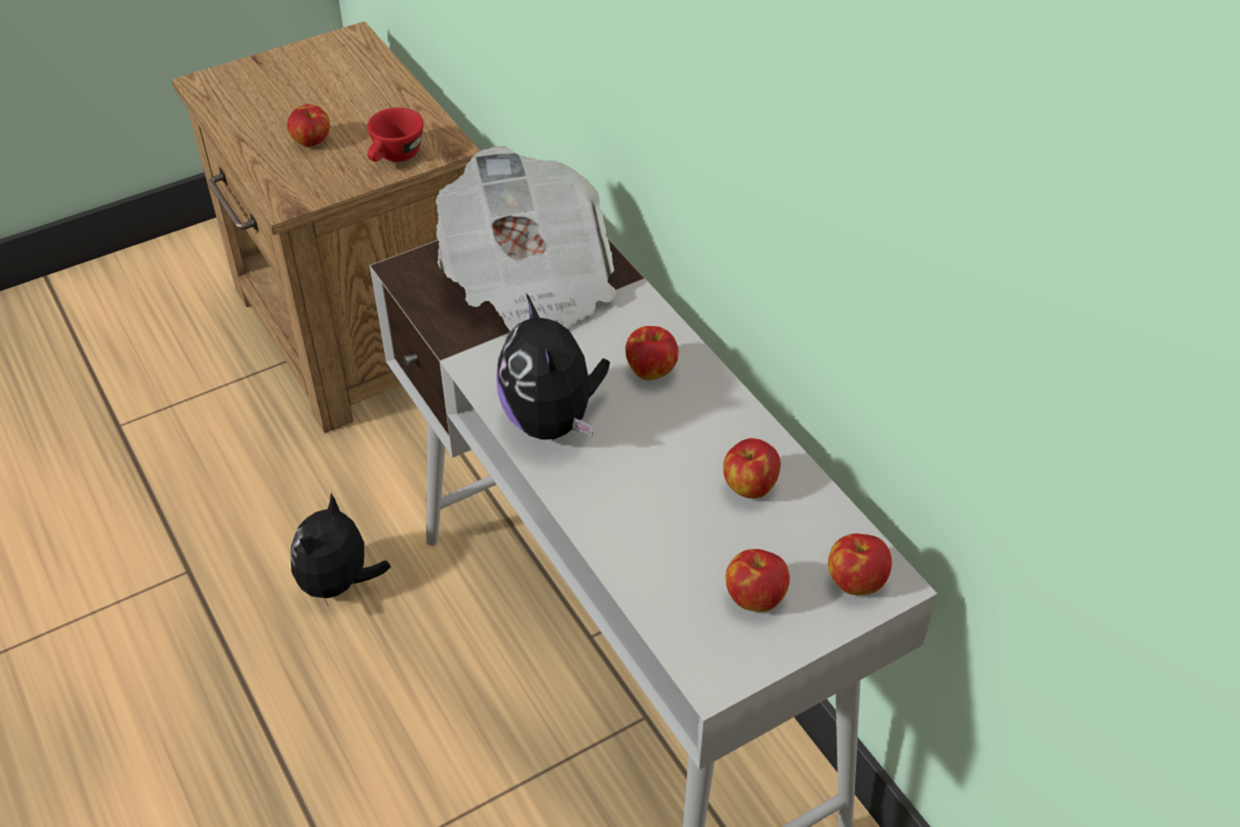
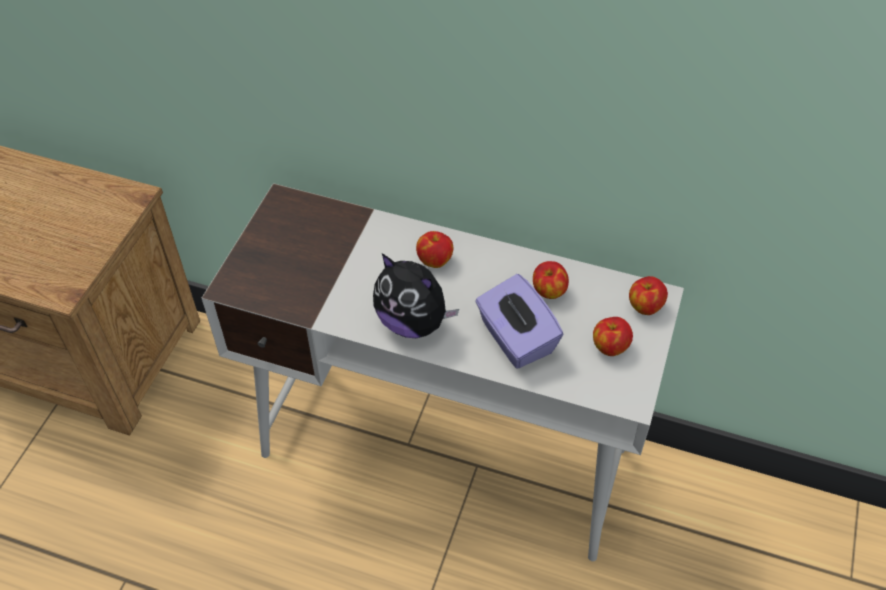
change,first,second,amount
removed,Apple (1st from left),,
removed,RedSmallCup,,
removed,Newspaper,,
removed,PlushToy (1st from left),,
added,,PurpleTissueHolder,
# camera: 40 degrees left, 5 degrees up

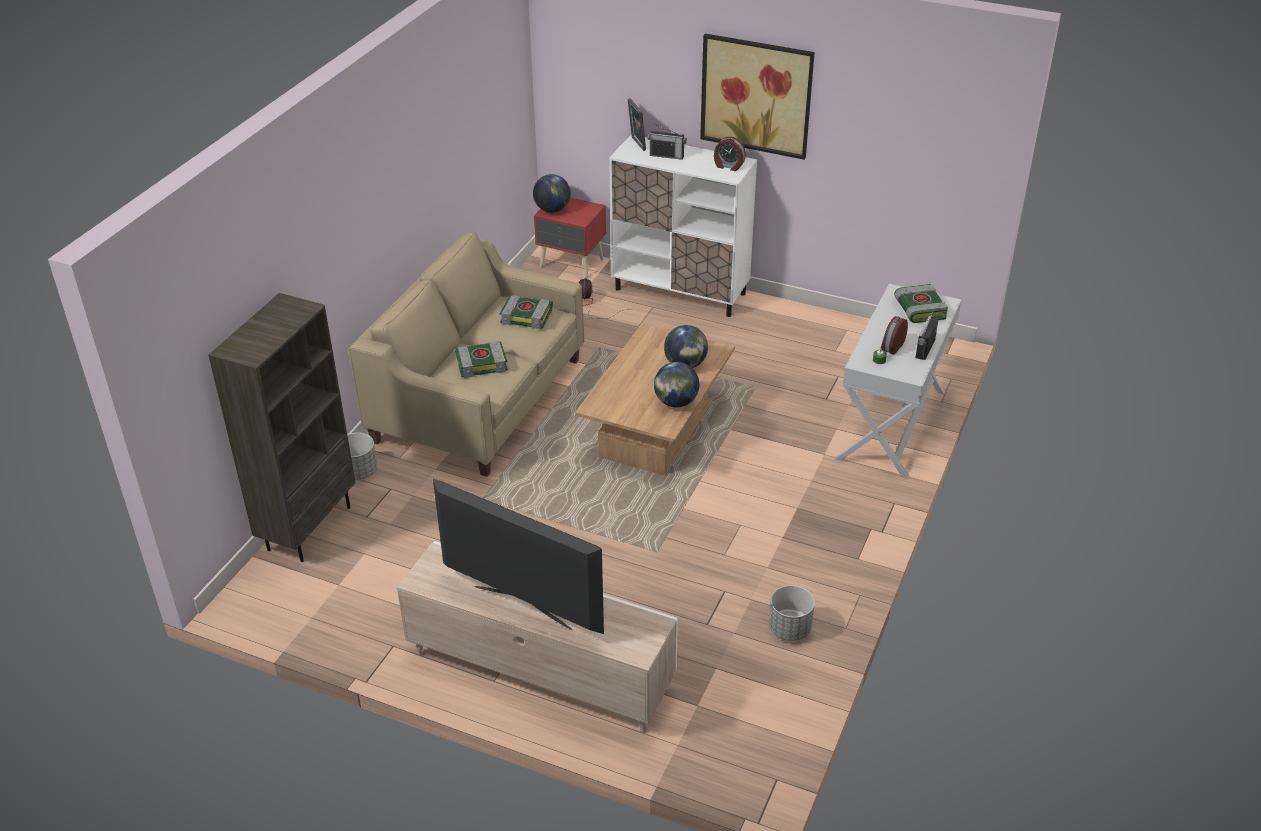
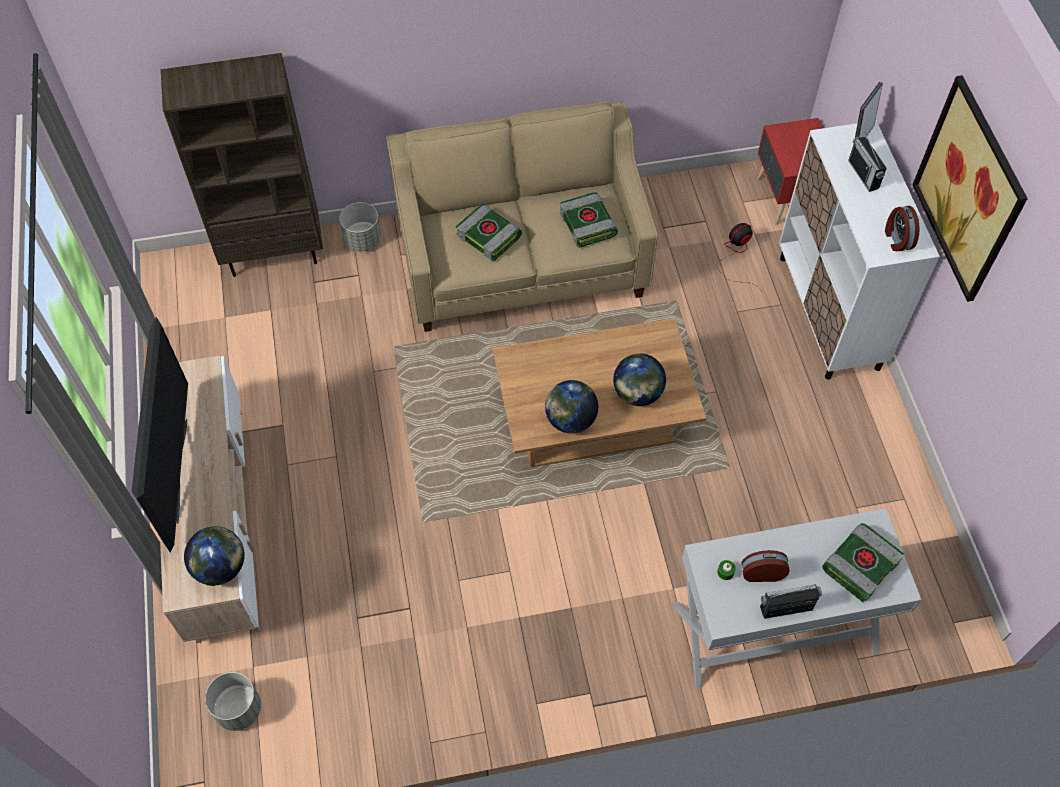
change,first,second,amount
moved,WorldGlobe (1st from left),,
moved,GrayPlantPot (2nd from left in the first image),GrayPlantPot (1st from left),
# camera: 55 degrees right, 20 degrees up

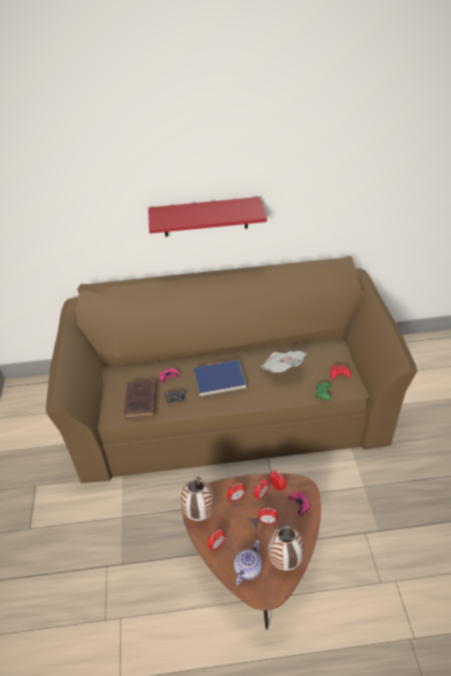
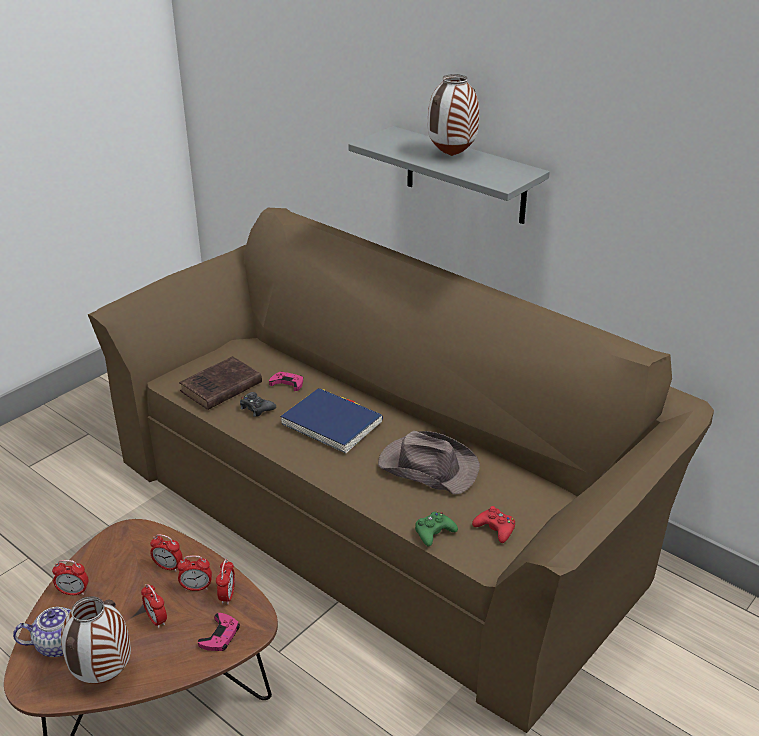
change,first,second,amount
recoloured,RedBracketShelf,GrayBracketShelf,
replaced,Newspaper,BrownColouredClothingHat,
moved,Vase (1st from left in the first image),Vase (2nd from left),
# camera: 45 degrees right, 10 degrees down

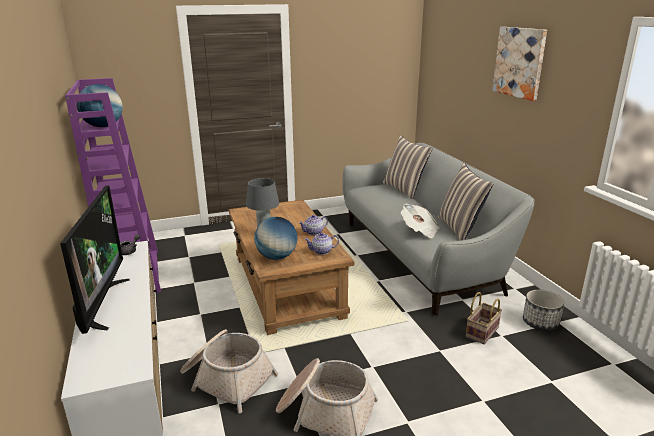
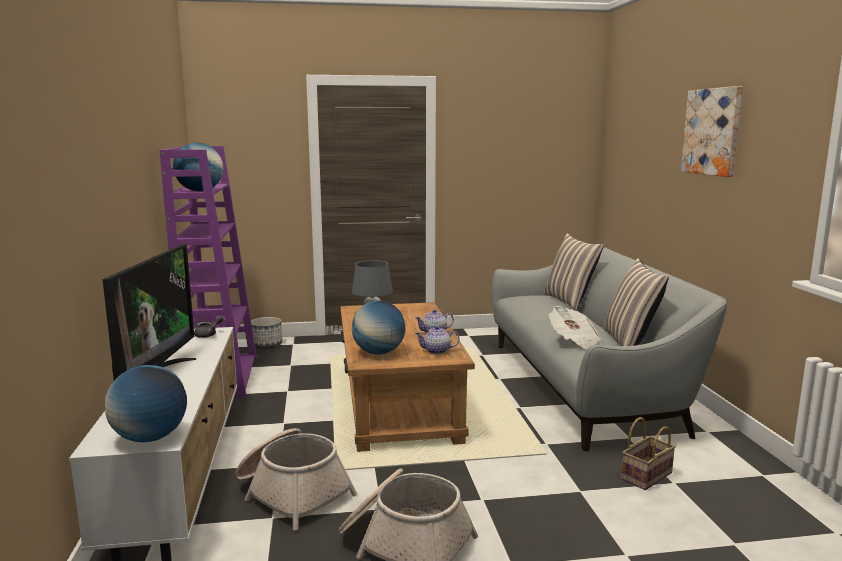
change,first,second,amount
moved,PlantPot,,
added,,WorldGlobe (1st from left),
# camera: 10 degrees right, 10 degrees down

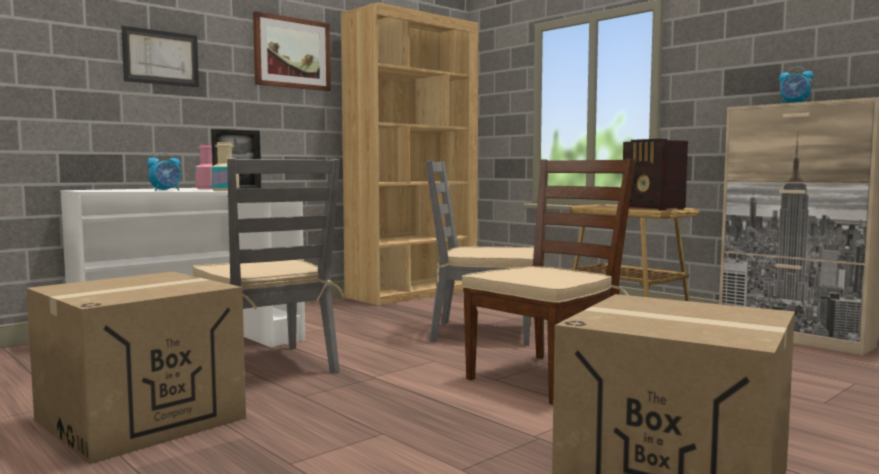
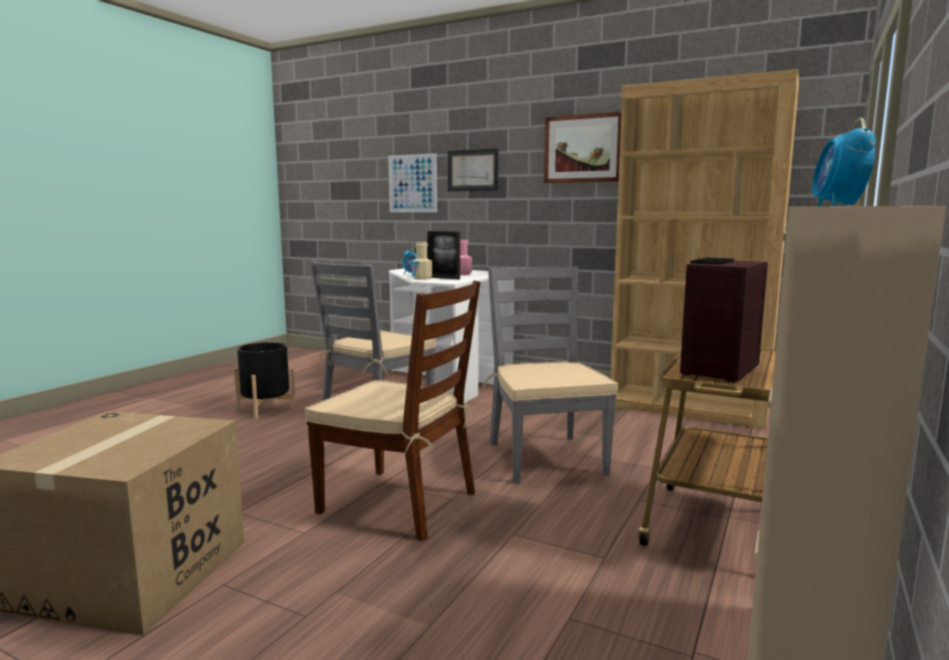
change,first,second,amount
replaced,CardboardBox (1st from left),BlackishPlantPot,
added,,WallArt (1st from left),
# camera: 70 degrees right, 5 degrees up

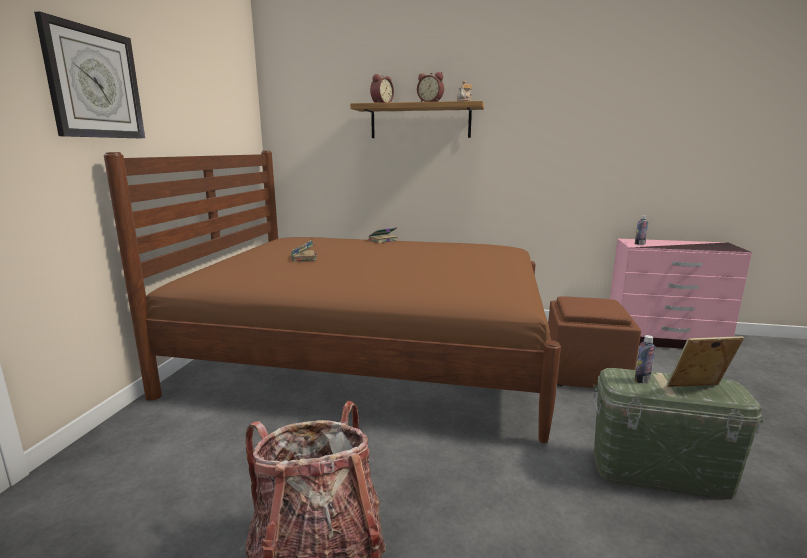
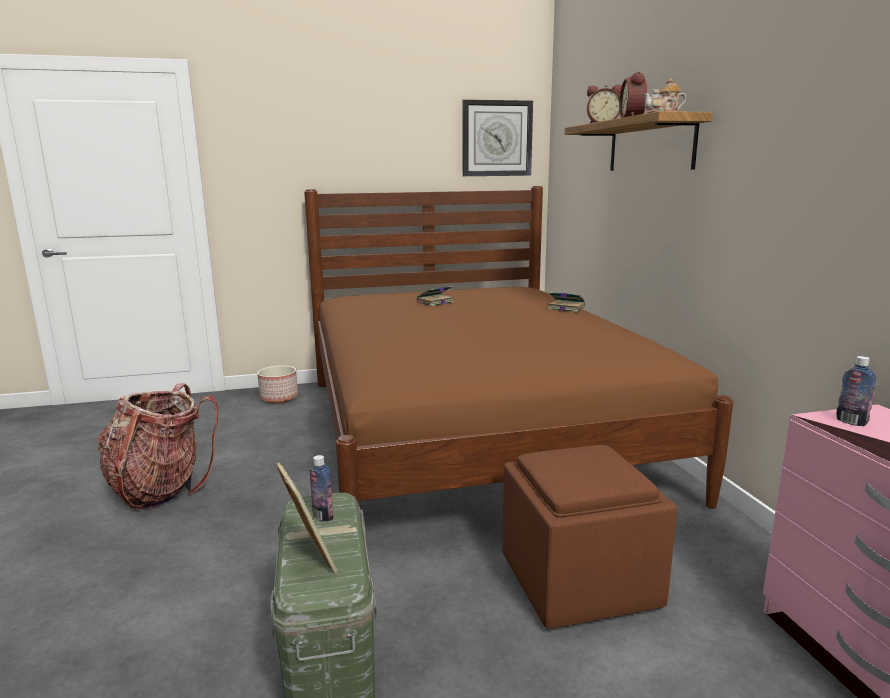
change,first,second,amount
moved,HangingClock,,
added,,PlantPot,
# camera: 65 degrees right, 0 degrees up

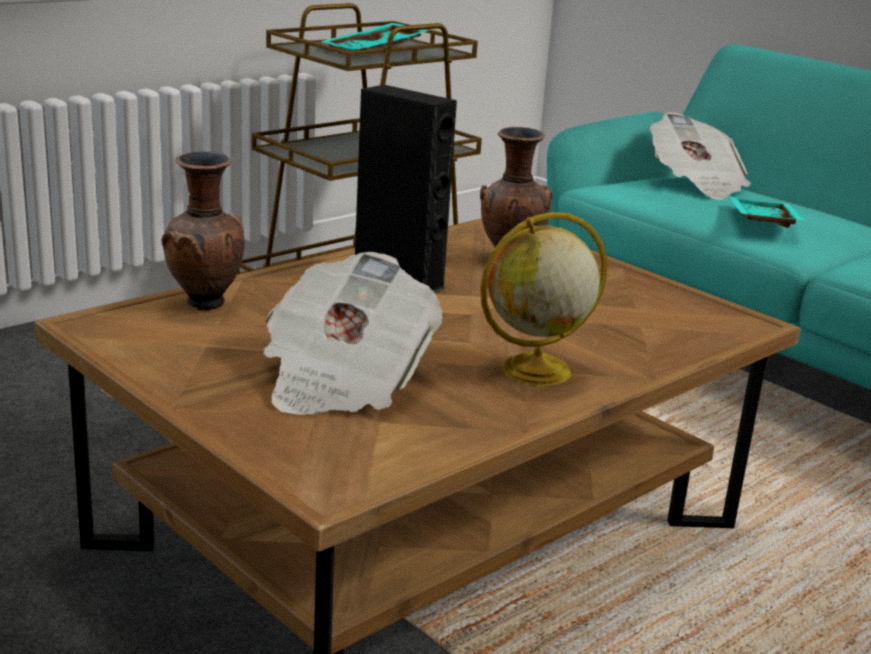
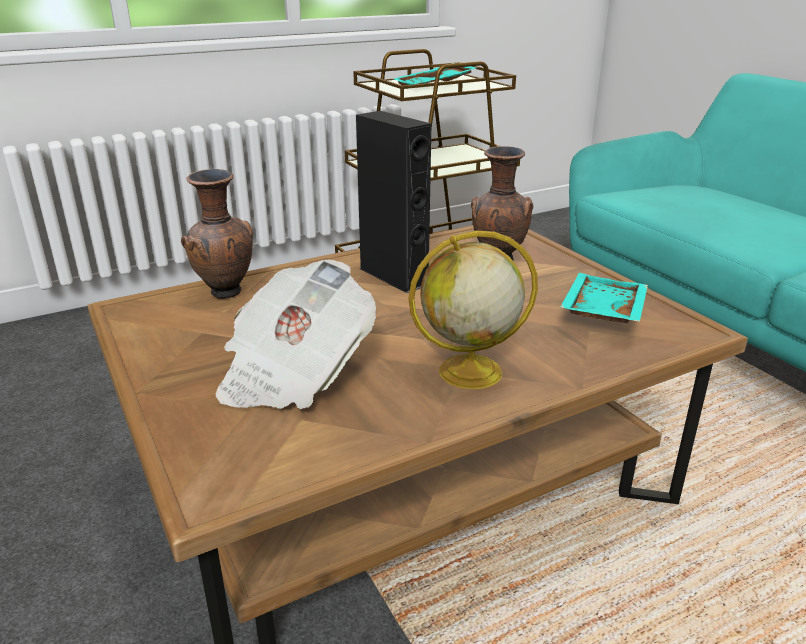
change,first,second,amount
removed,Newspaper (2nd from left),,
moved,TurquoiseTray (2nd from left),,
# camera: 15 degrees right, 5 degrees up

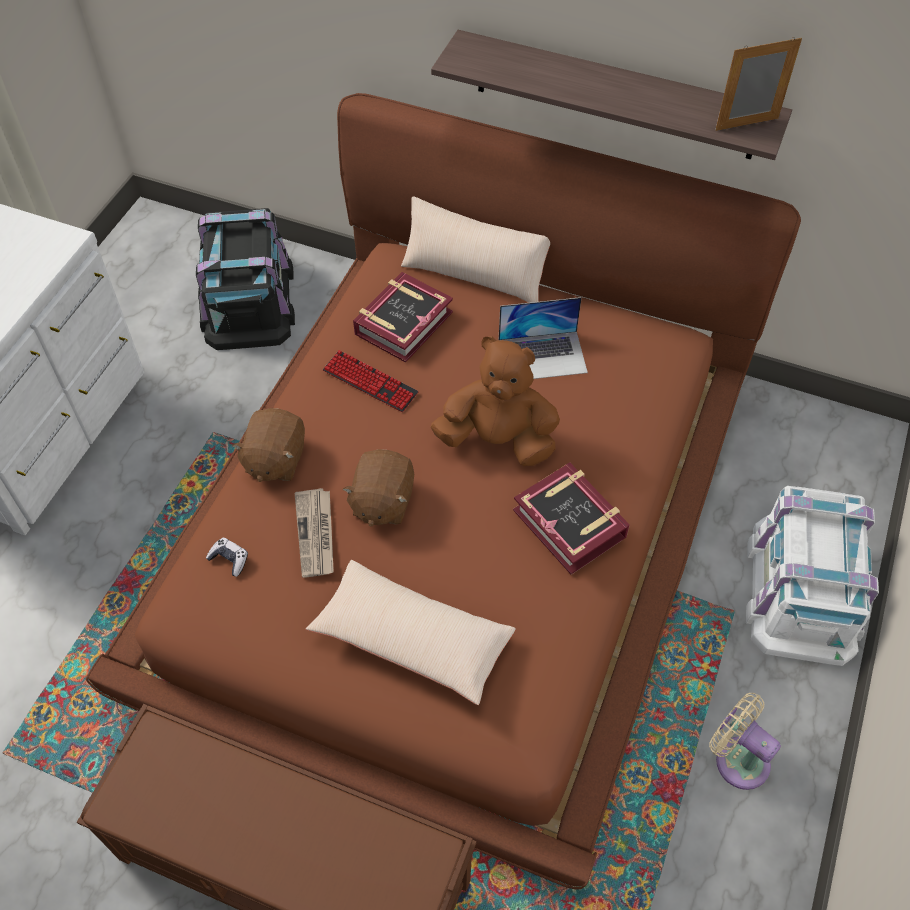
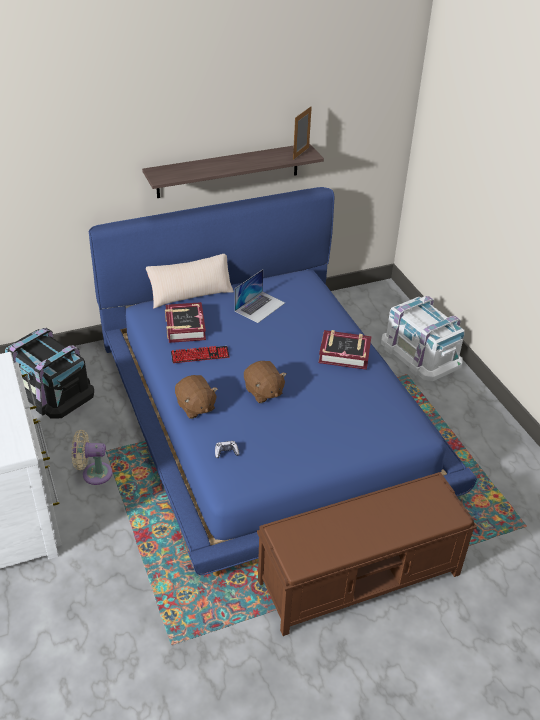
change,first,second,amount
recoloured,BrownColouredBedroomBed,BluishBedroomBed,
removed,BrownColouredPlushToy (3rd from left),,
removed,Newspaper,,
removed,SandColouredPillow (1st from left),,
moved,SandColouredElectricFan,,
# camera: 45 degrees left, 15 degrees down

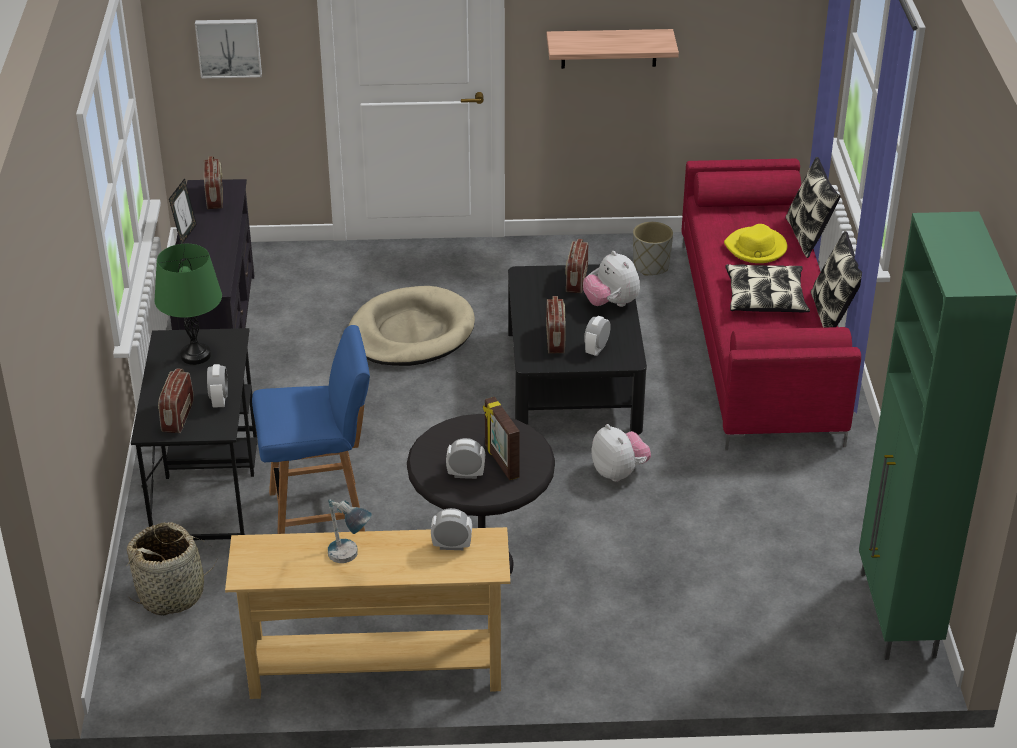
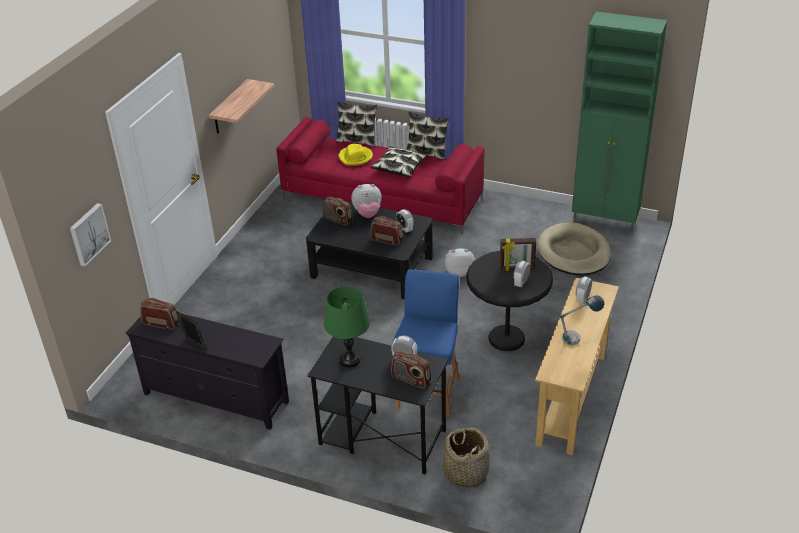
change,first,second,amount
removed,GrayPlantPot,,
moved,SandColouredDogBed,,
# camera: 65 degrees left, 0 degrees up

